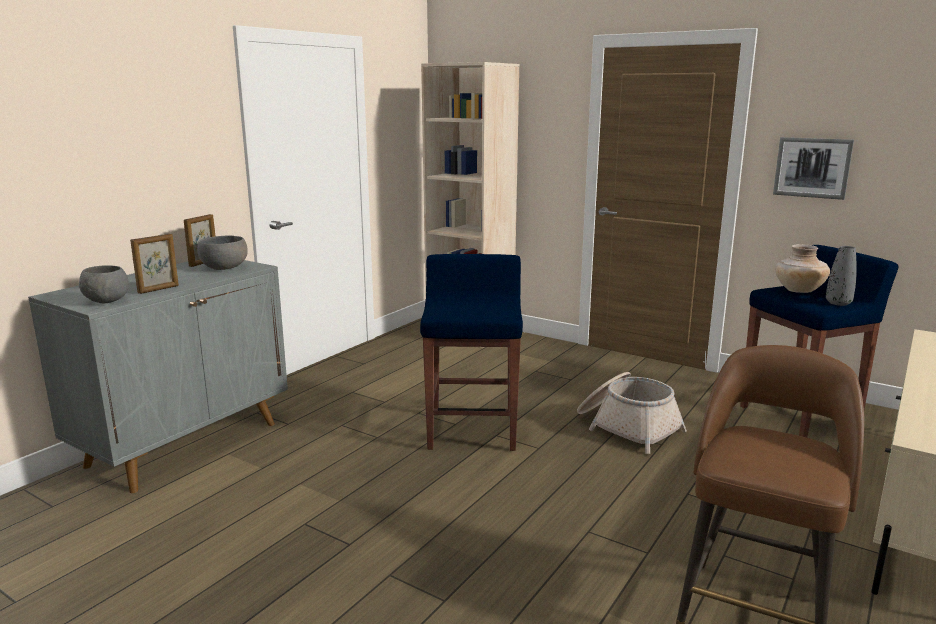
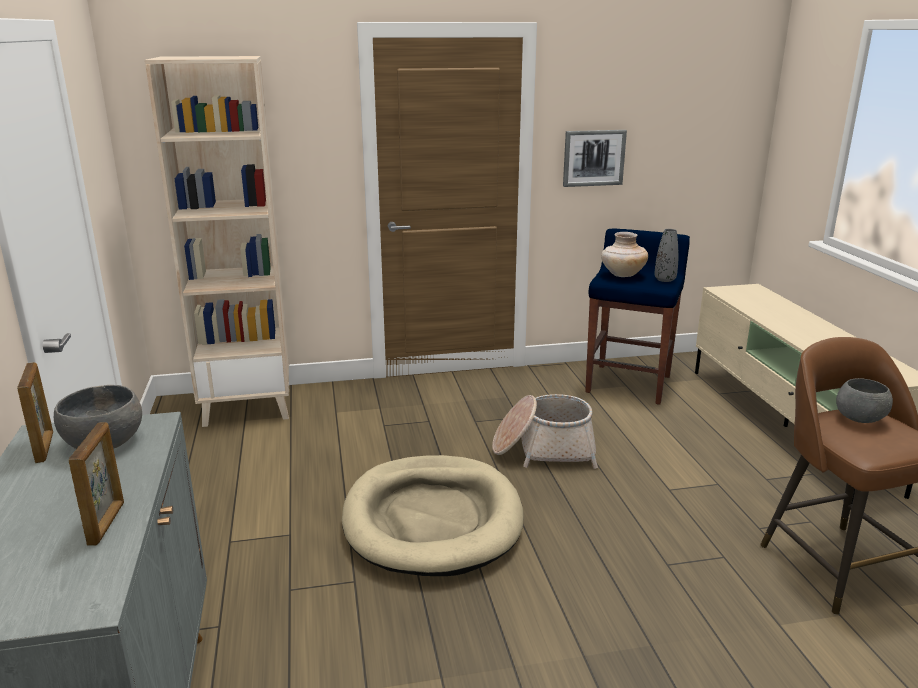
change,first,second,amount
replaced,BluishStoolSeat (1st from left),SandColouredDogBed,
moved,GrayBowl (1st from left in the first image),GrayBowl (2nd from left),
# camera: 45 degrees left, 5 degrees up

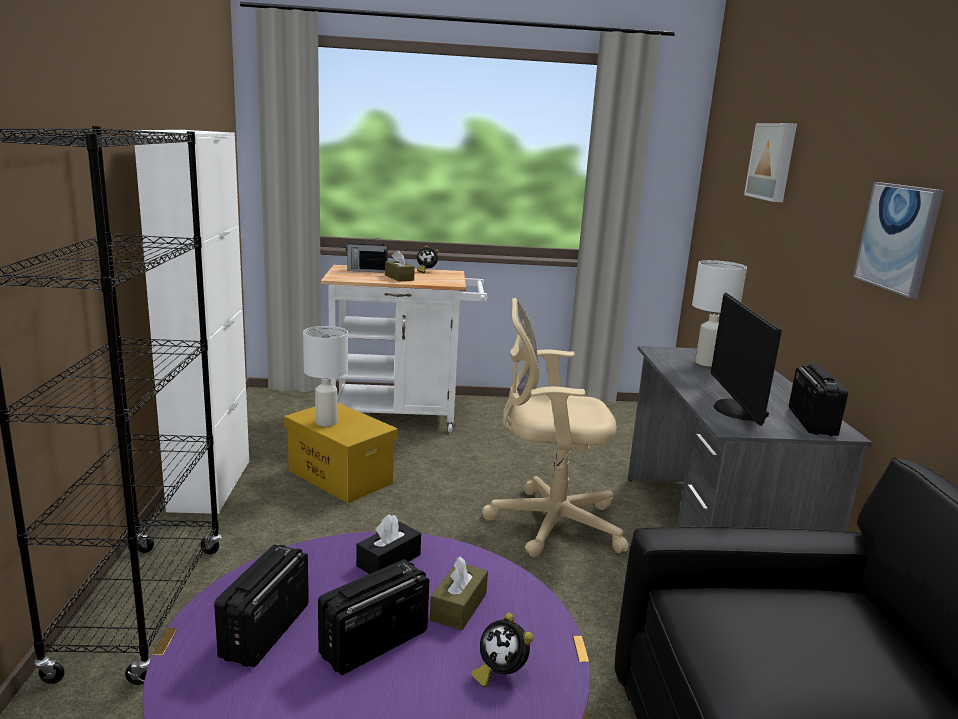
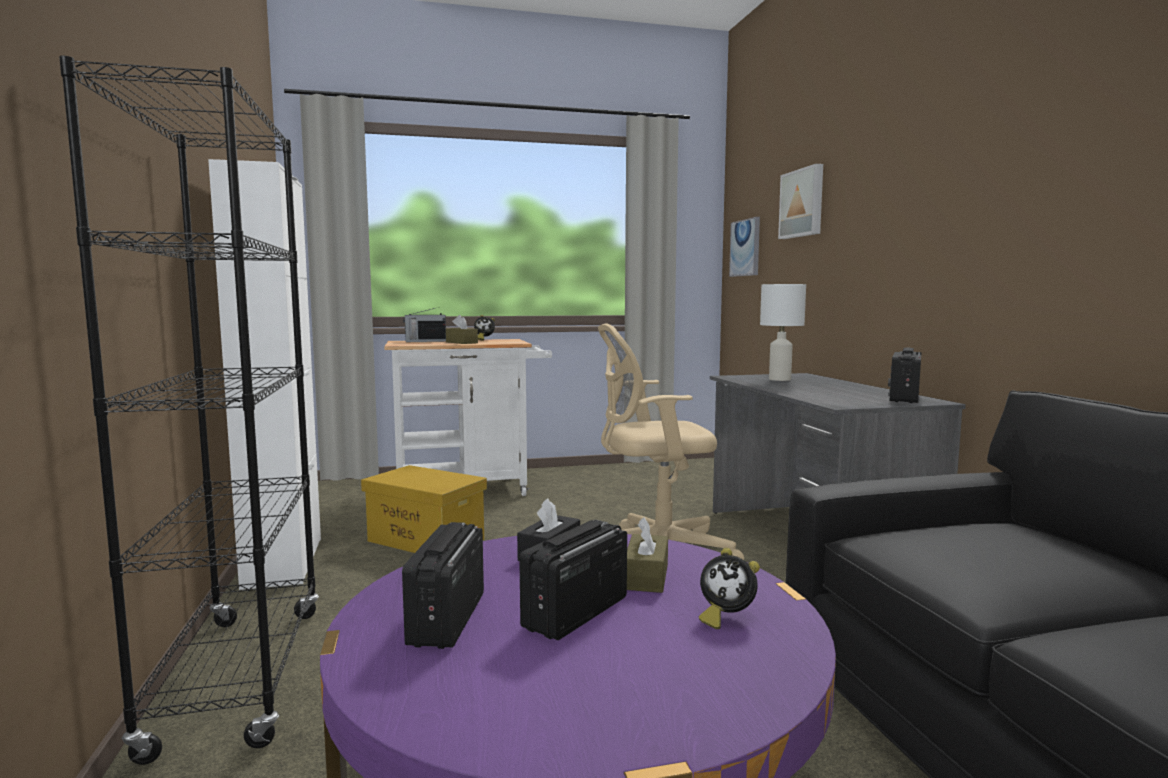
change,first,second,amount
moved,WallArt (2nd from left in the first image),WallArt (1st from left),
removed,Monitor,,
removed,WhitishTableLamp (1st from left),,
turned,Radio (4th from left),,150 degrees counterclockwise
# camera: 10 degrees left, 10 degrees down

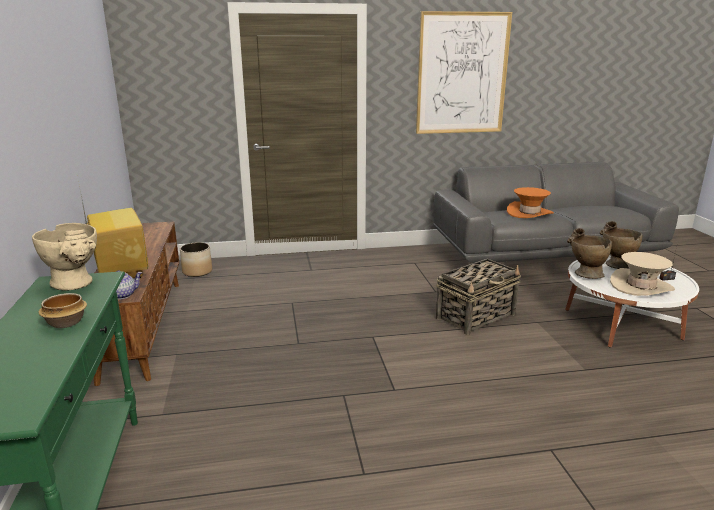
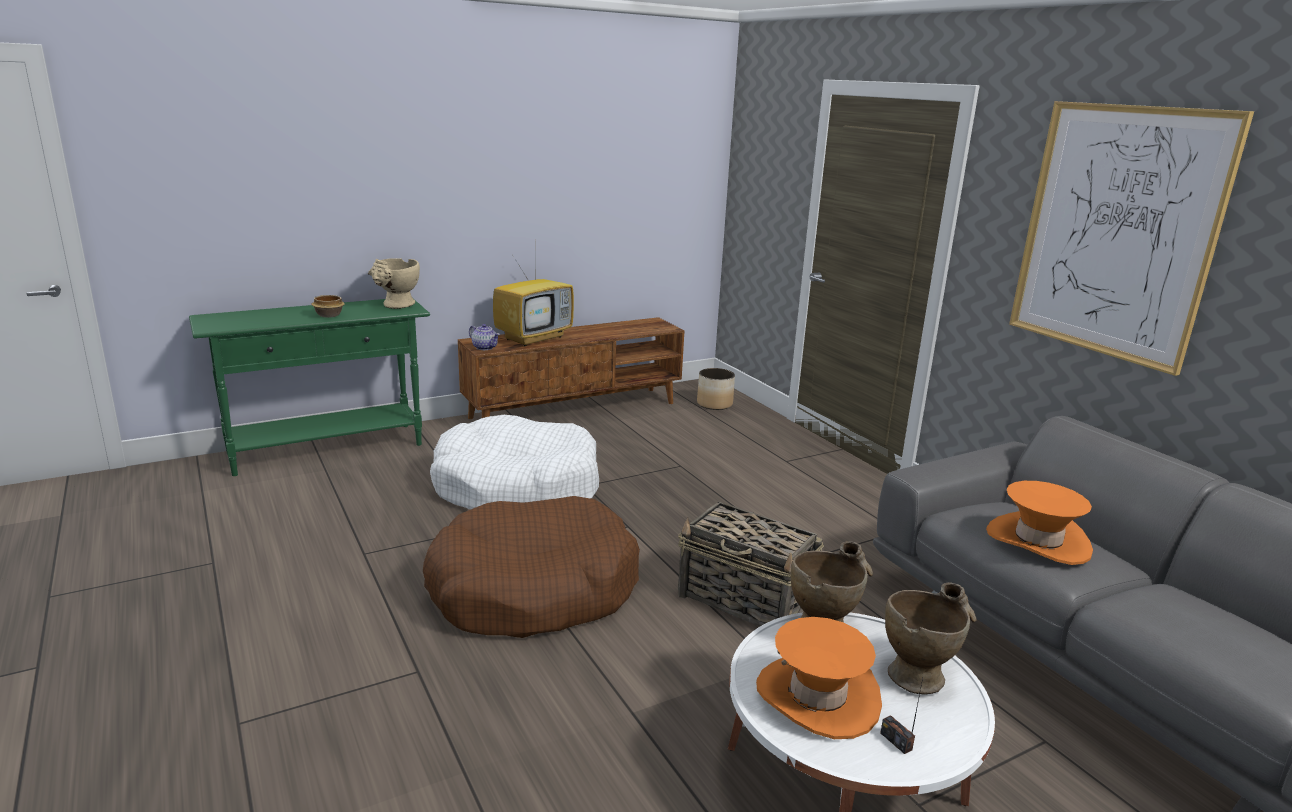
change,first,second,amount
recoloured,SandColouredClothingHat,OrangeClothingHat (1st from left),
added,,WhitishDogBed,
added,,BrownColouredDogBed,
# camera: 70 degrees right, 0 degrees up

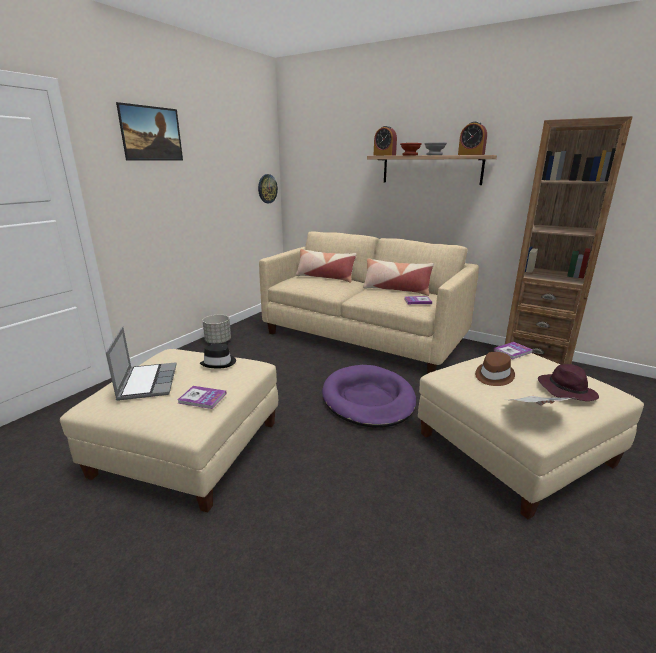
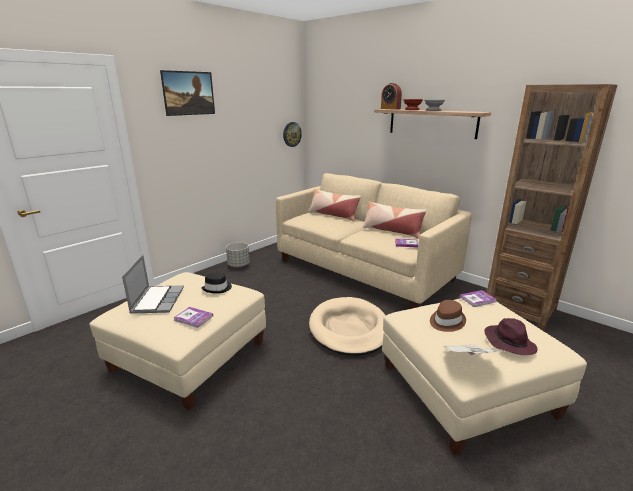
change,first,second,amount
removed,BedsideClock (2nd from left),,
recoloured,PurpleDogBed,SandColouredDogBed,
# camera: 10 degrees right, 0 degrees up

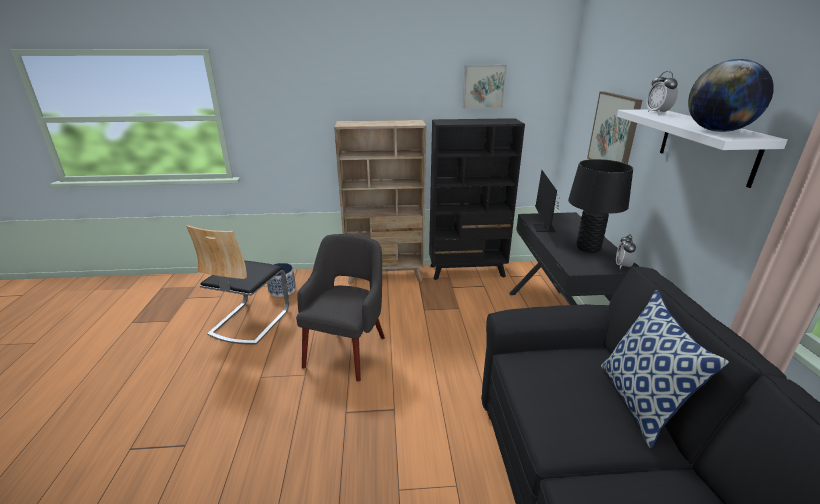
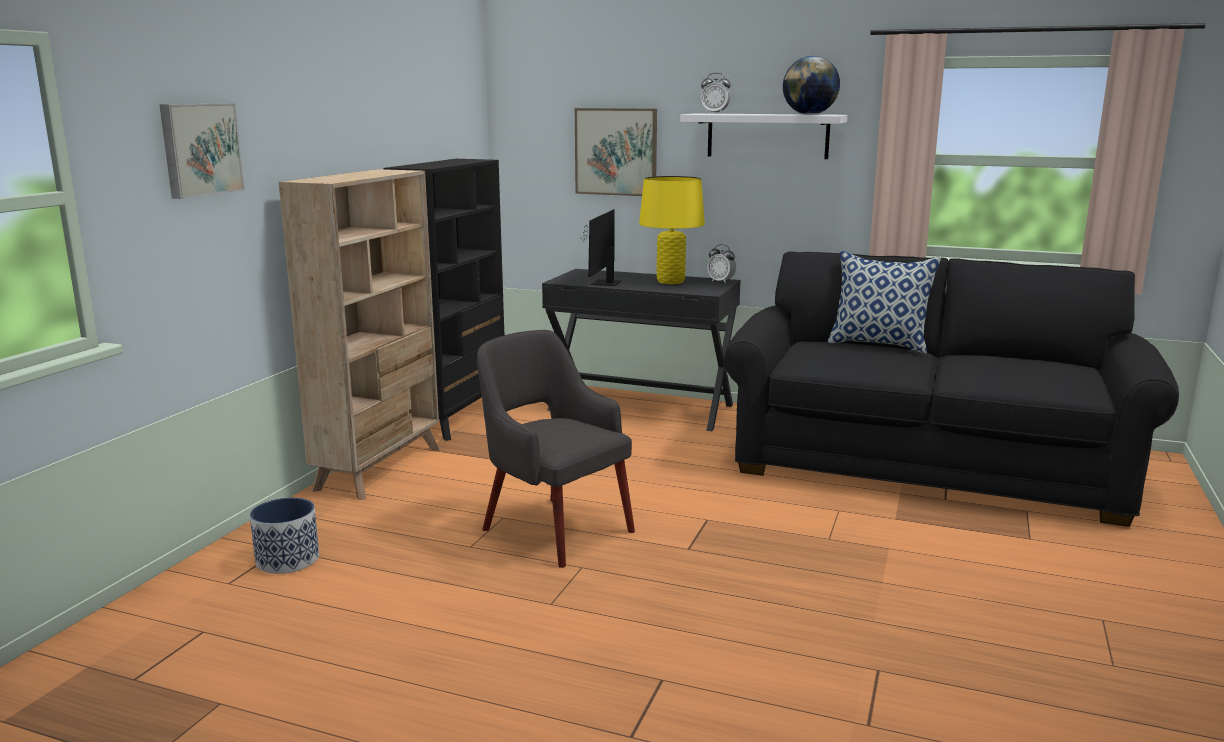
change,first,second,amount
moved,WallArt (1st from left),,
recoloured,BlackishTableLamp,YellowishTableLamp,
turned,Monitor,,75 degrees clockwise
removed,PlainChair,,
# camera: 65 degrees left, 10 degrees down

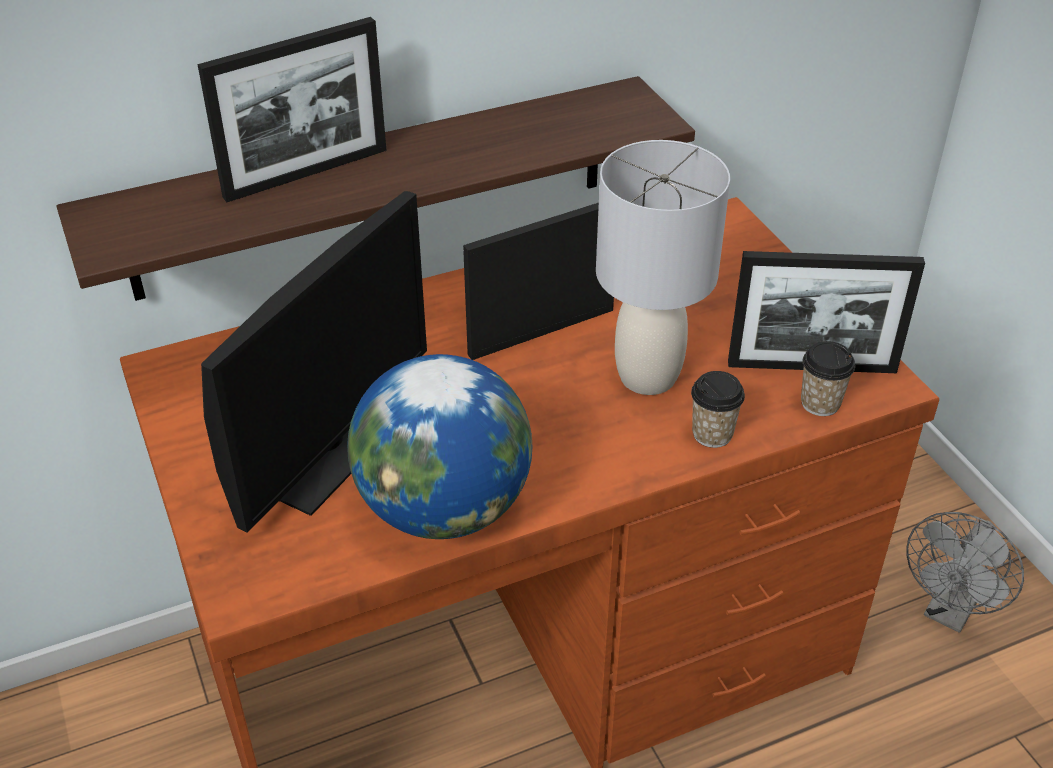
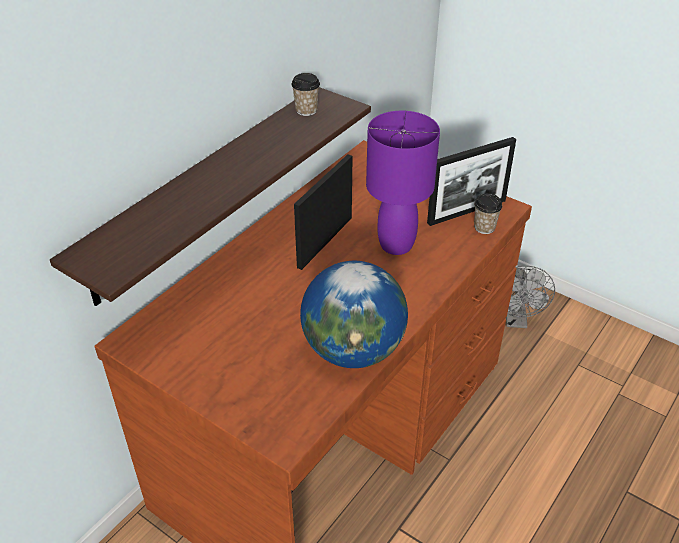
change,first,second,amount
removed,PhotoFrame (1st from left),,
recoloured,GrayTableLamp,PurpleTableLamp,
removed,Monitor,,
moved,SmallCup (1st from left),,
# camera: 30 degrees left, 0 degrees up

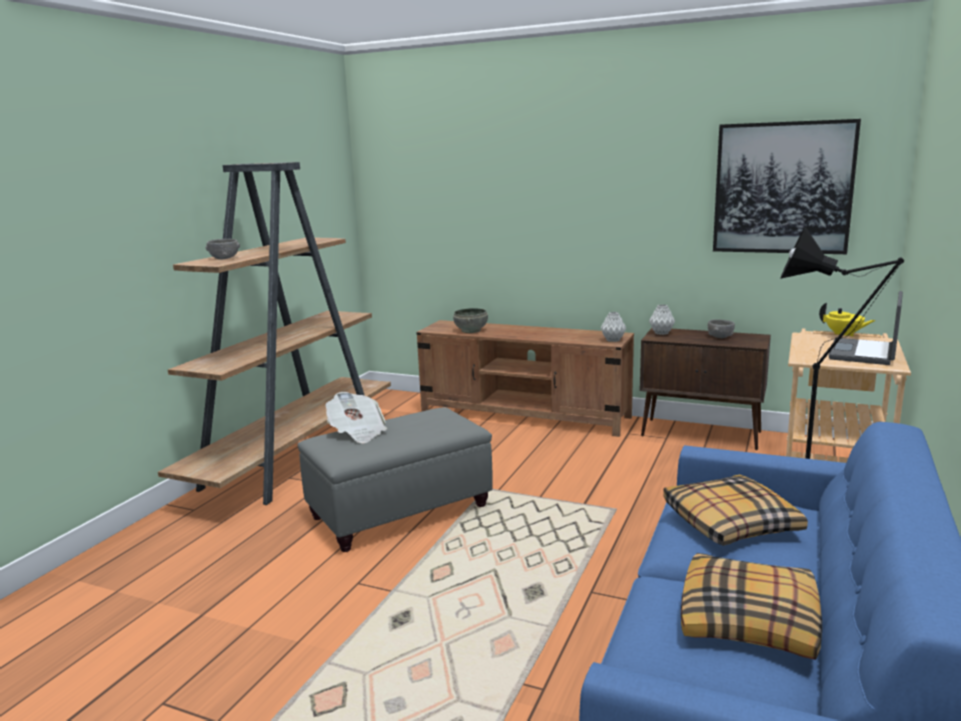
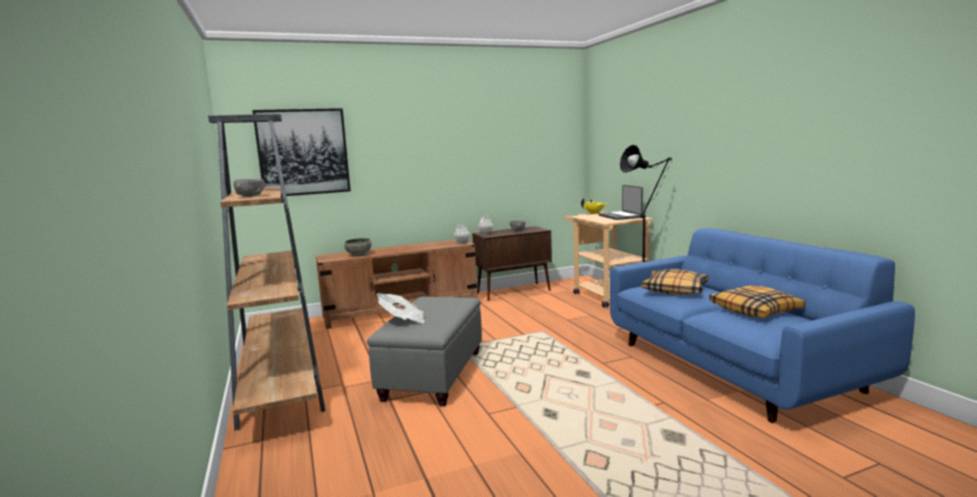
change,first,second,amount
moved,WallArt,,
# camera: 45 degrees left, 5 degrees down

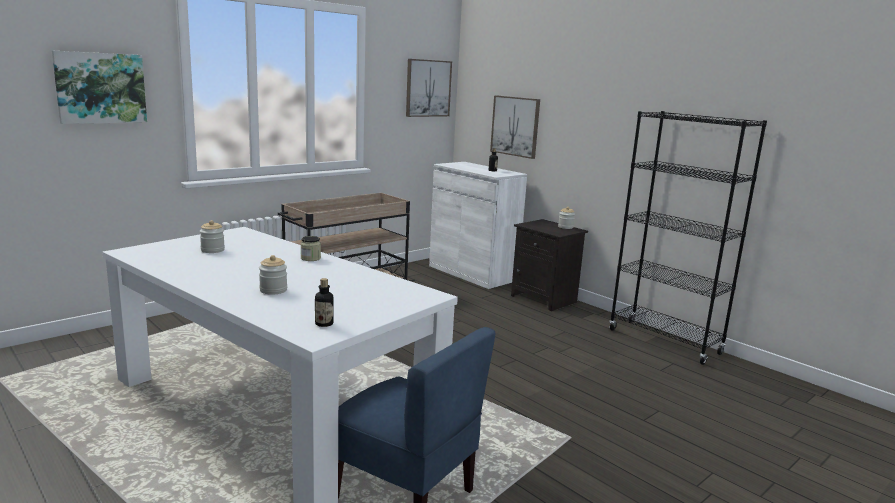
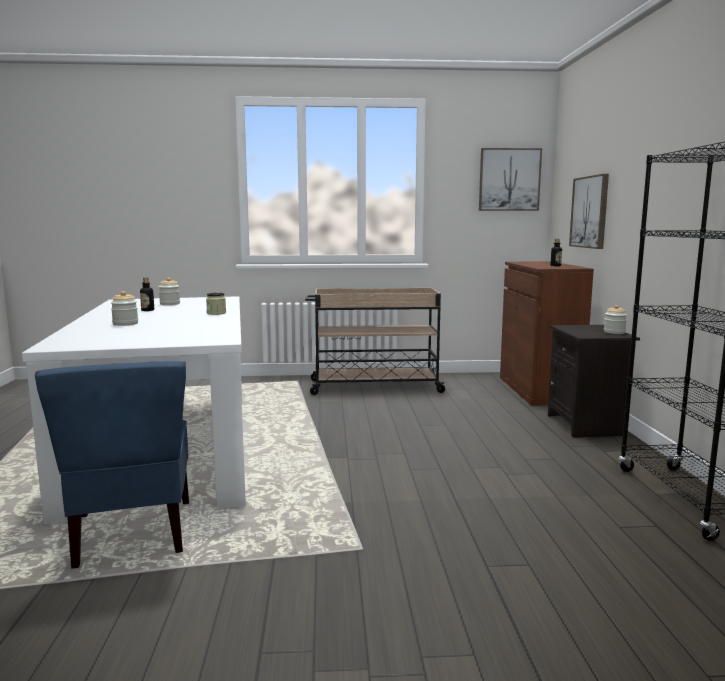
change,first,second,amount
removed,WallArt (1st from left),,
recoloured,WhitishCupboard,BrownColouredCupboard,
moved,Bottle (1st from left),,
# camera: 40 degrees right, 5 degrees down

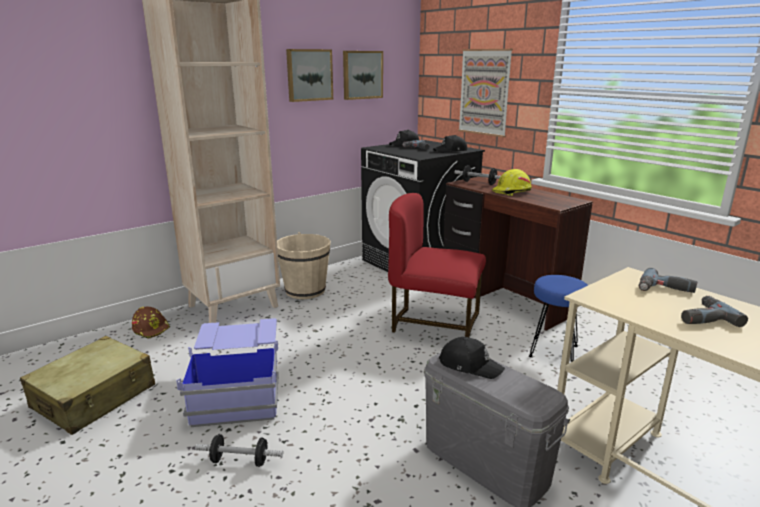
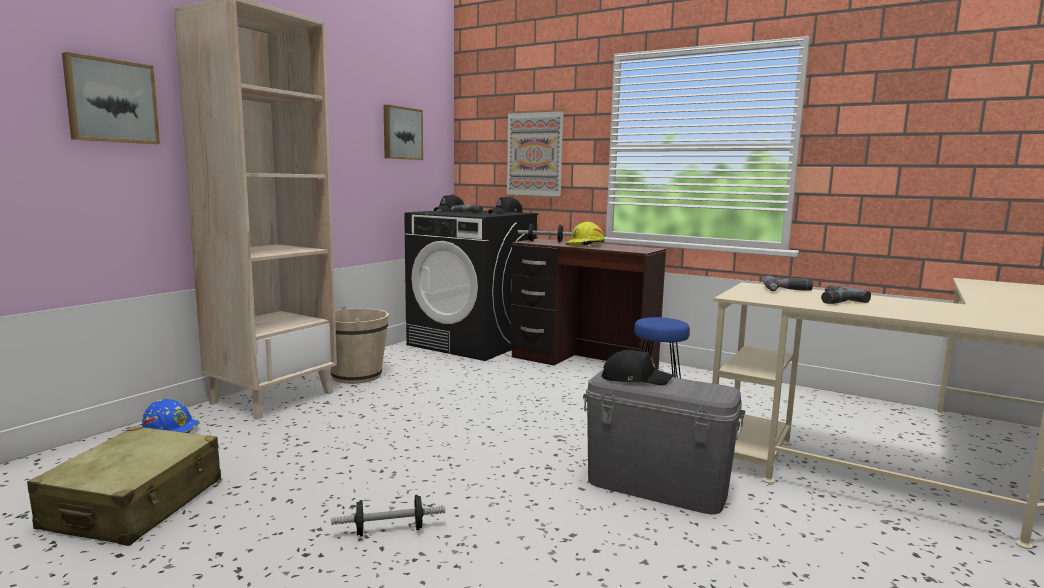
change,first,second,amount
moved,WallArt (1st from left),,
removed,RedPlainChair,,
recoloured,BrownColouredWorkHelmet,BluishWorkHelmet,
removed,BluishStorageContainer,,
# camera: 20 degrees left, 10 degrees down

